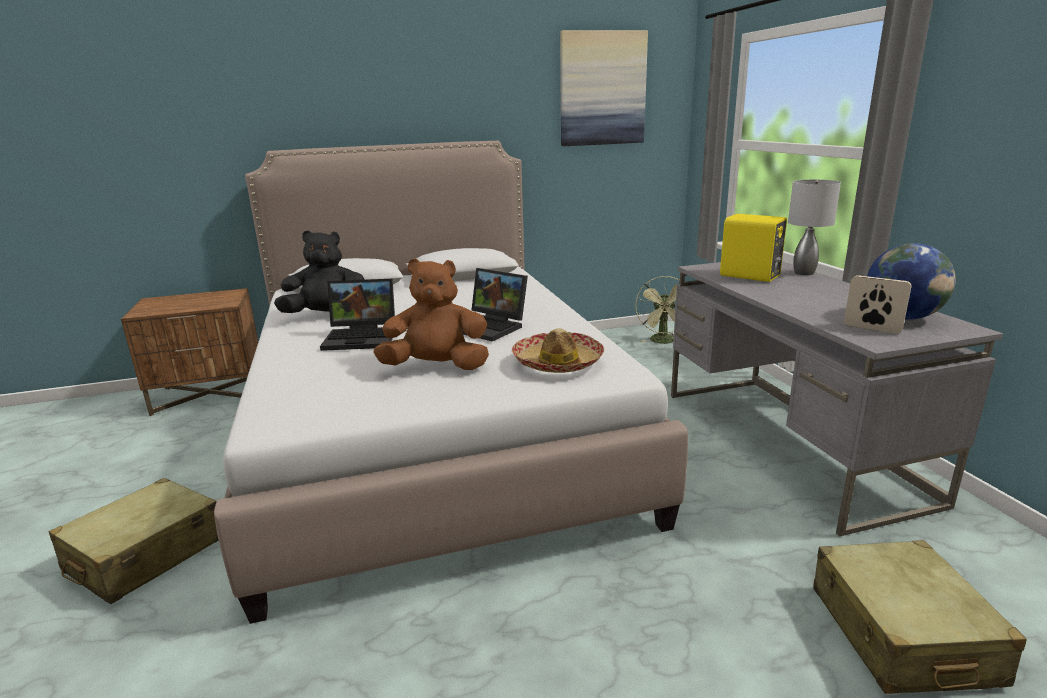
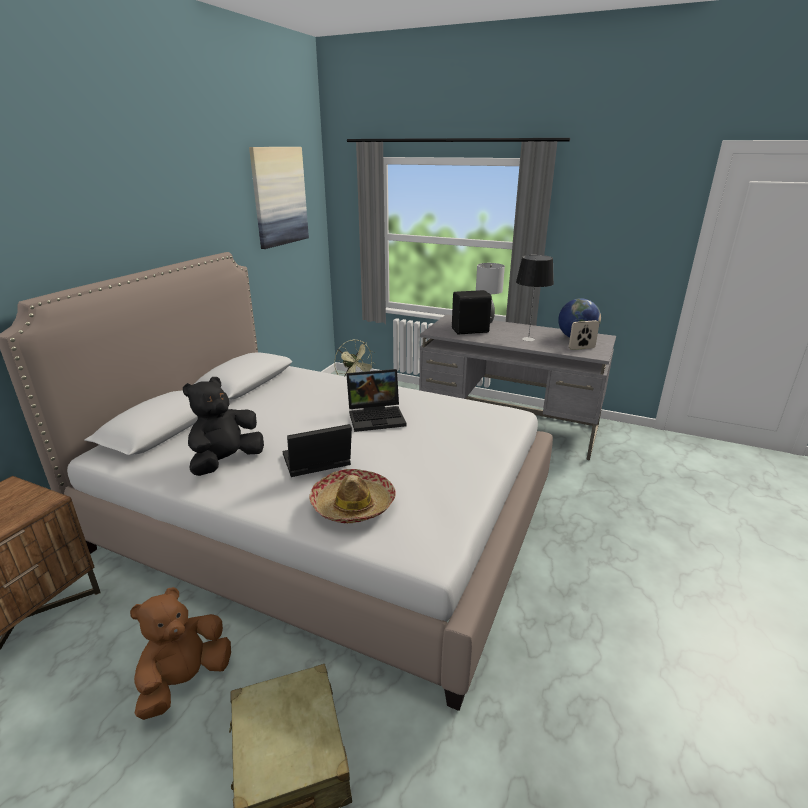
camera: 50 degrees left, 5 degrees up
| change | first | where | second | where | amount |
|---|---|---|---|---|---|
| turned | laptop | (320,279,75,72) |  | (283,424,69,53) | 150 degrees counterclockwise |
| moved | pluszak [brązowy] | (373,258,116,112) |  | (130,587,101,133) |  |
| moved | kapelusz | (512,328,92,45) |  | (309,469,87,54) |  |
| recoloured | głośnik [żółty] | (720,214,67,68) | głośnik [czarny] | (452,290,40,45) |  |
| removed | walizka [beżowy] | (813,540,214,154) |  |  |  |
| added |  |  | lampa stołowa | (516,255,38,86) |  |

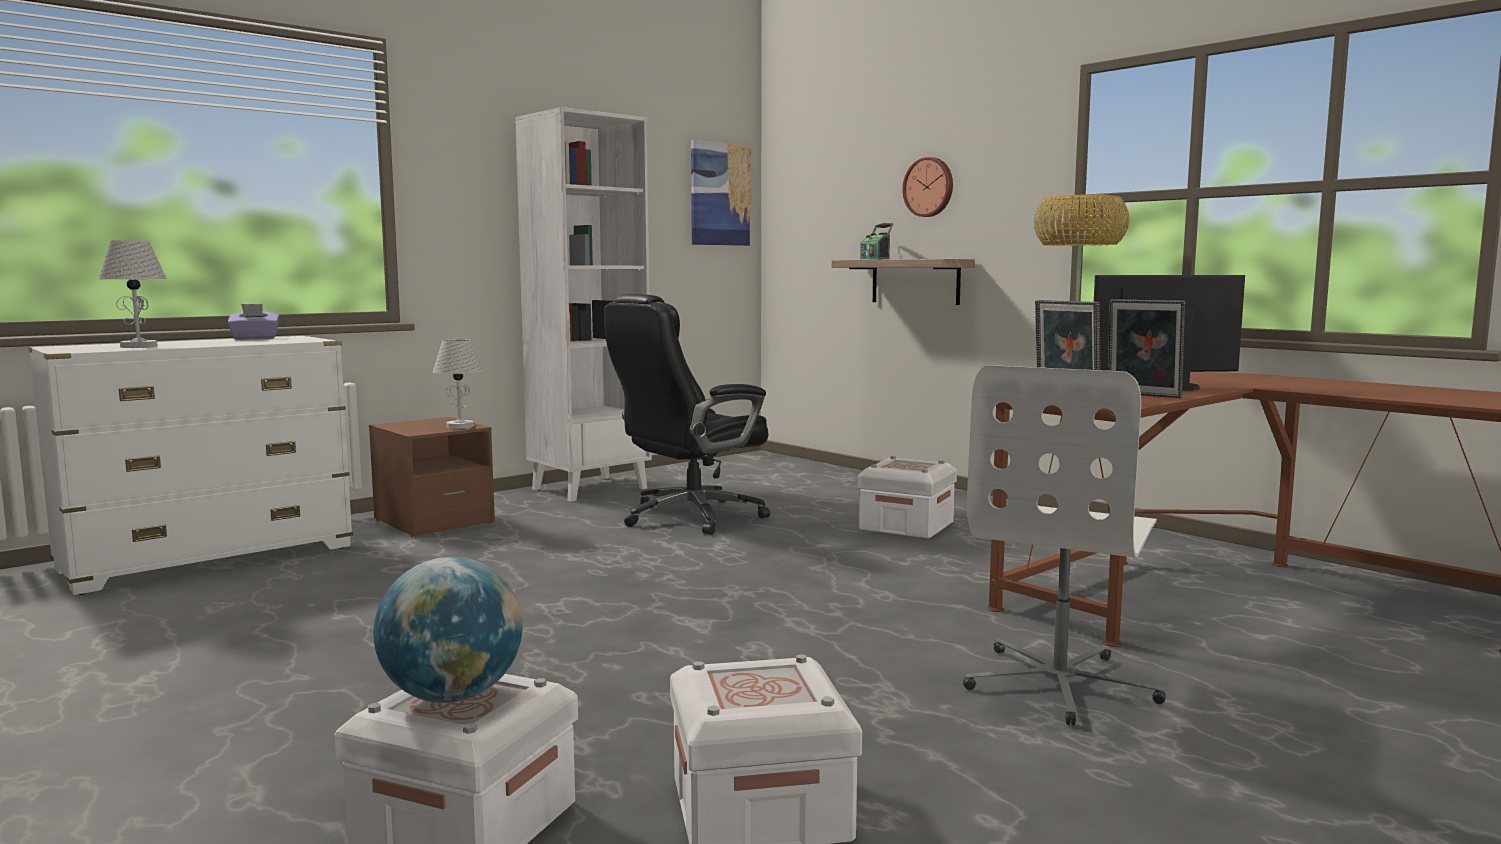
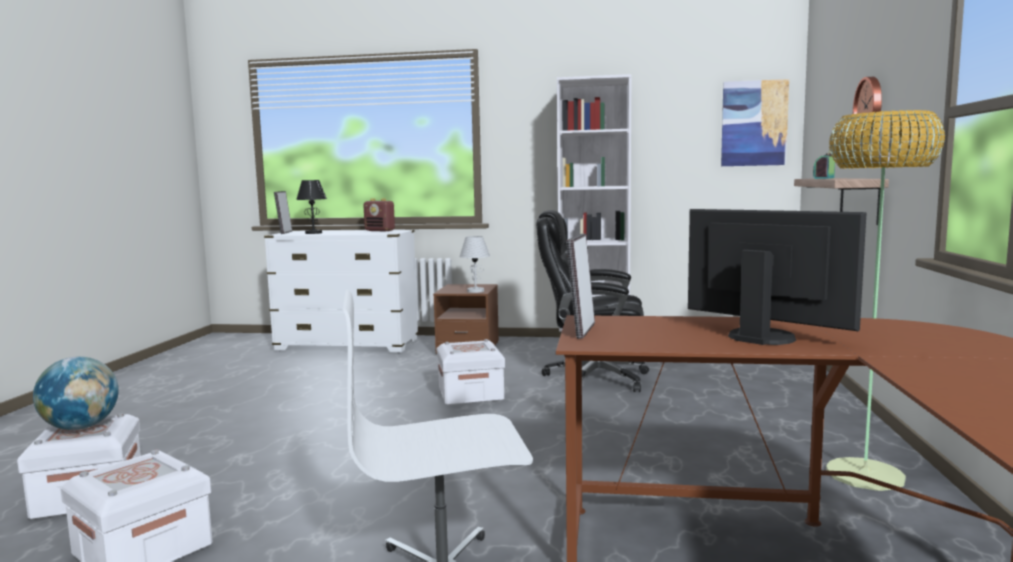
camera: 50 degrees right, 0 degrees up
| change | first | where | second | where | amount |
|---|---|---|---|---|---|
| recoloured | lampa stołowa [biały] | (98,240,69,108) | lampa stołowa [czarny] | (296,180,31,54) |  |
| replaced | pudełko chusteczek [fioletowy] | (228,304,51,36) | radio | (363,198,32,33) |  |
| moved | pojemnik do przechowywania [biały] | (857,456,100,83) |  | (437,339,68,66) |  |
| moved | ramka na zdjęcie | (1108,299,77,99) |  | (274,191,18,43) |  |

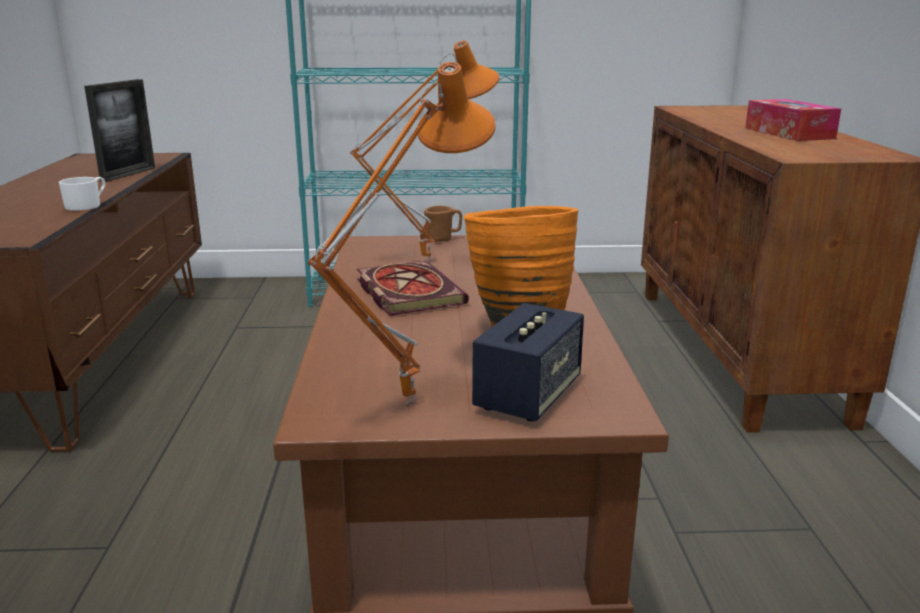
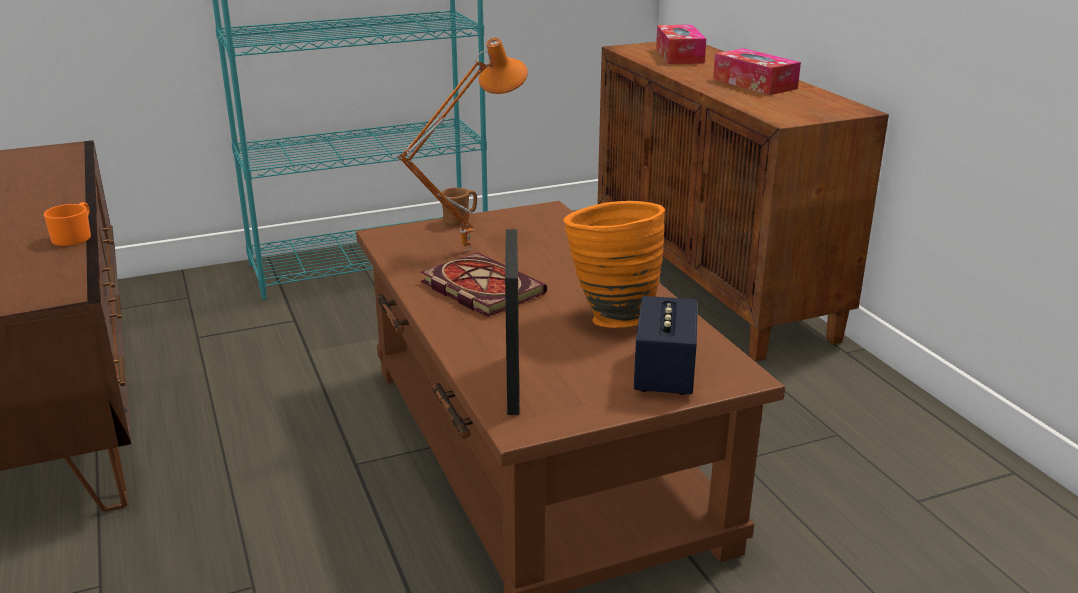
camera: 20 degrees left, 5 degrees up
| change | first | where | second | where | amount |
|---|---|---|---|---|---|
| recoloured | kubek [biały] | (59,177,46,34) | kubek [pomarańczowy] | (44,202,47,44) |  |
| moved | ramka na zdjęcie | (84,79,71,103) |  | (505,229,14,186) |  |
| removed | lampa stołowa [pomarańczowy] | (308,62,188,343) |  |  |  |
| added |  |  | pudełko chusteczek | (656,25,50,39) |  |

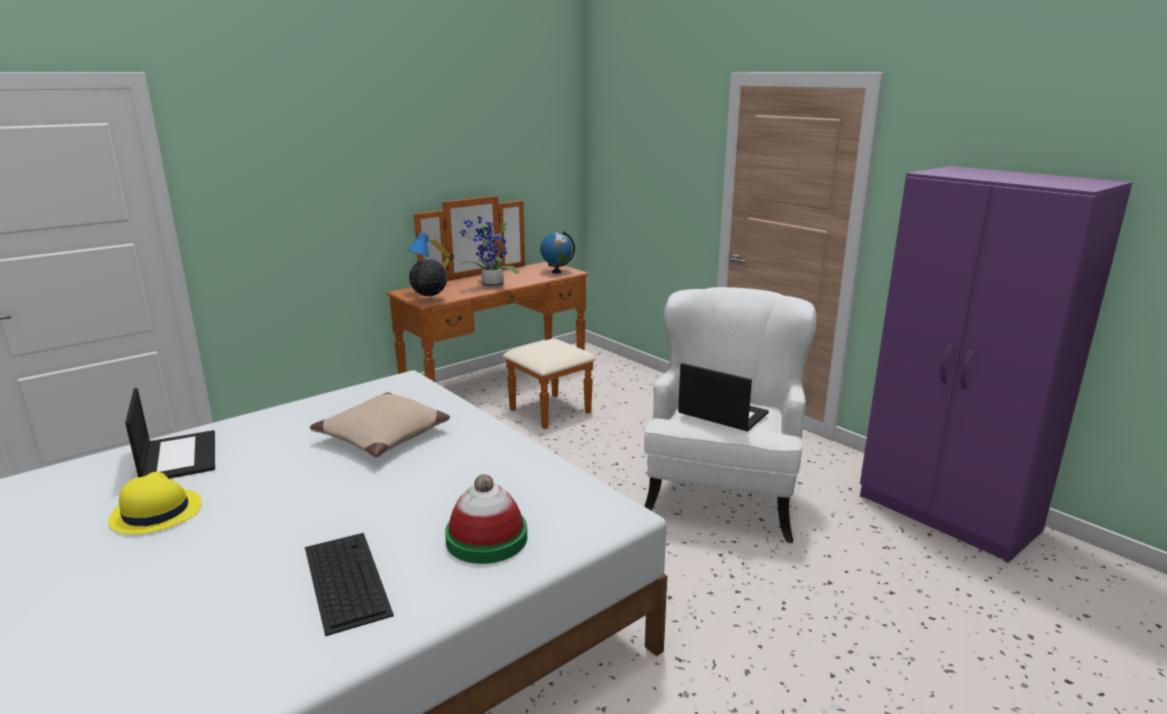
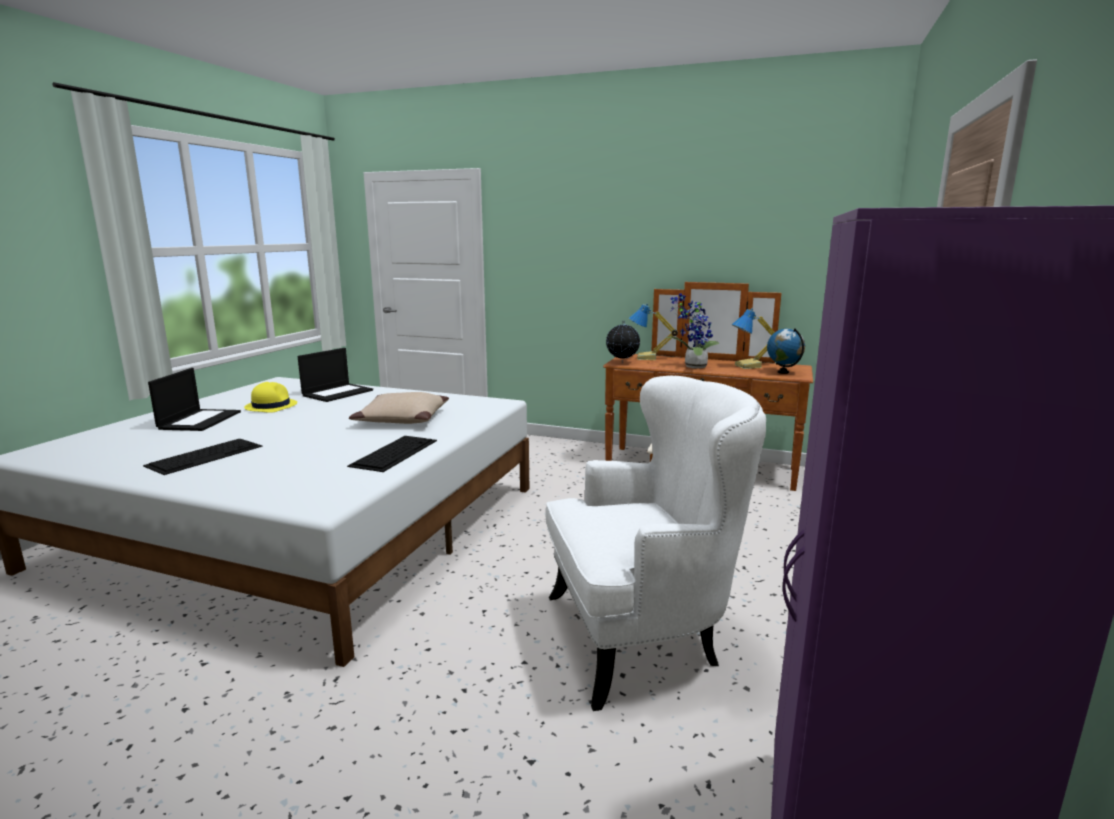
camera: 60 degrees right, 5 degrees down
| change | first | where | second | where | amount |
|---|---|---|---|---|---|
| removed | kapelusz | (445,474,82,90) |  |  |  |
| moved | laptop | (678,363,91,69) |  | (148,368,93,63) |  |
| added |  |  | klawiatura | (347,436,90,36) |  |
| added |  |  | lampa stołowa | (732,308,43,61) |  |

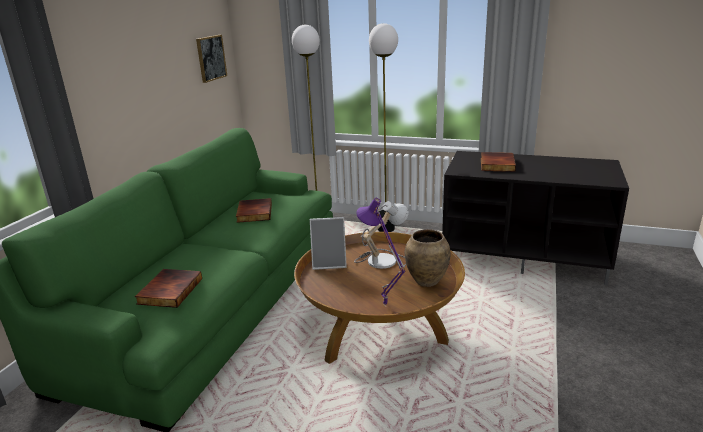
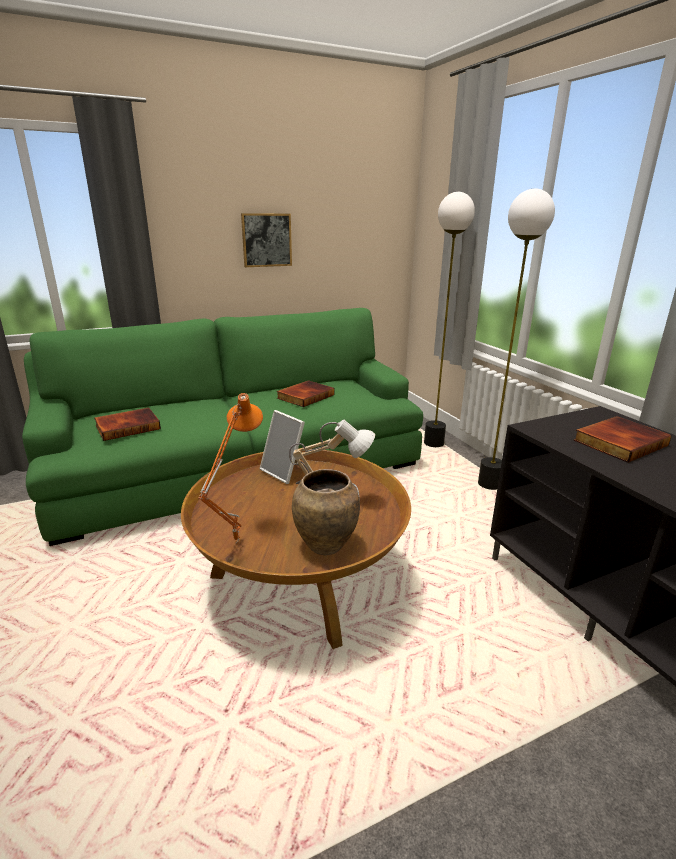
camera: 45 degrees right, 0 degrees up
| change | first | where | second | where | amount |
|---|---|---|---|---|---|
| moved | obraz | (196,35,31,48) |  | (241,213,51,54) |  |
| recoloured | lampa stołowa [fioletowy] | (356,198,50,108) | lampa stołowa [pomarańczowy] | (198,393,65,150) |  |

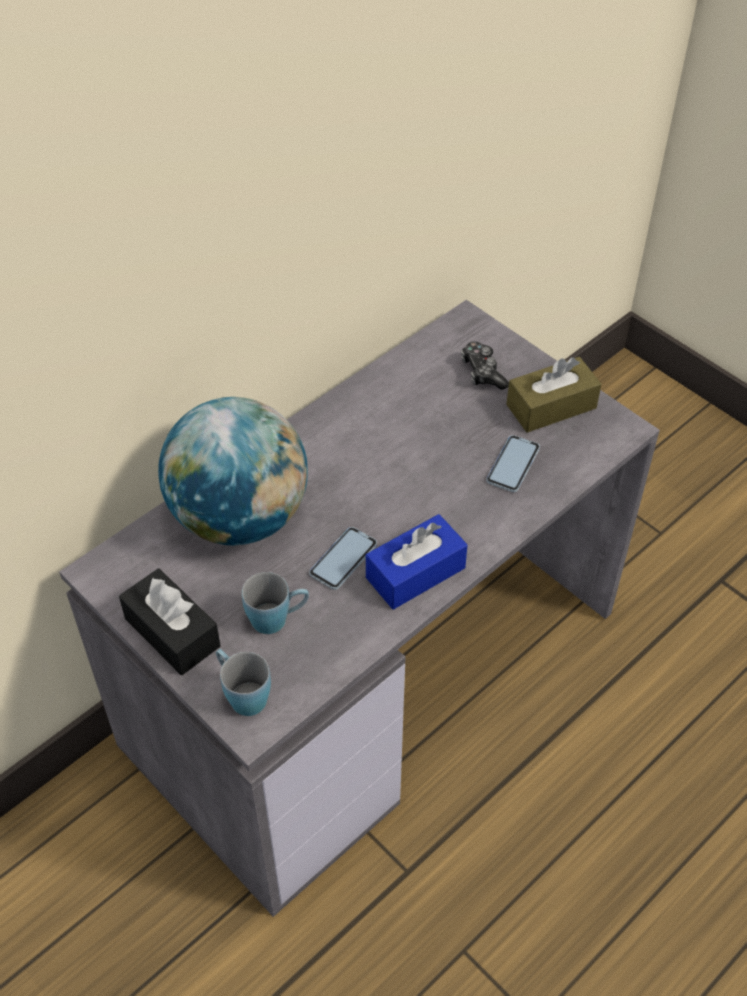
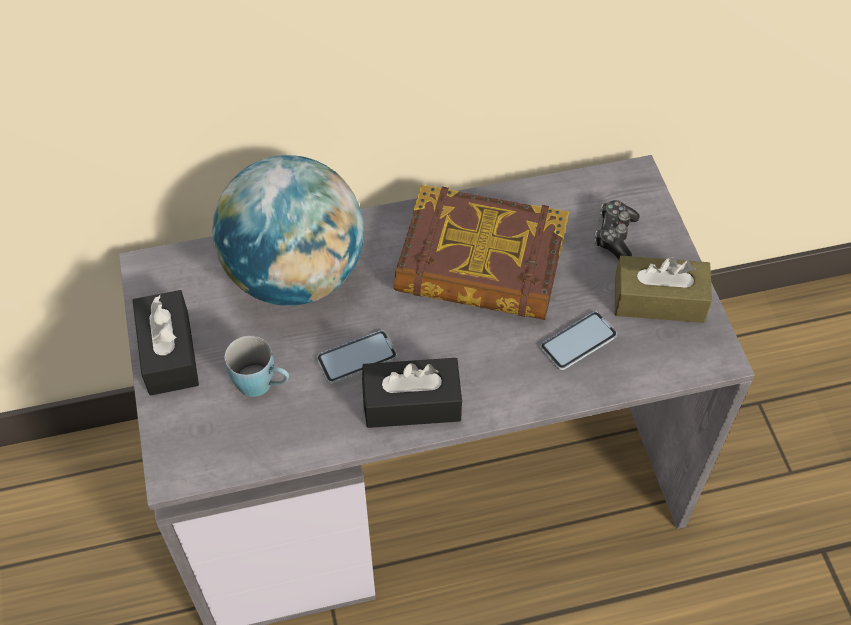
camera: 30 degrees right, 5 degrees up
| change | first | where | second | where | amount |
|---|---|---|---|---|---|
| removed | kubek [niebieski] | (216,649,55,67) |  |  |  |
| recoloured | pudełko chusteczek [niebieski] | (366,514,102,95) | pudełko chusteczek [czarny] | (362,358,100,70) |  |
| added |  |  | książka | (394,185,175,135) |  |

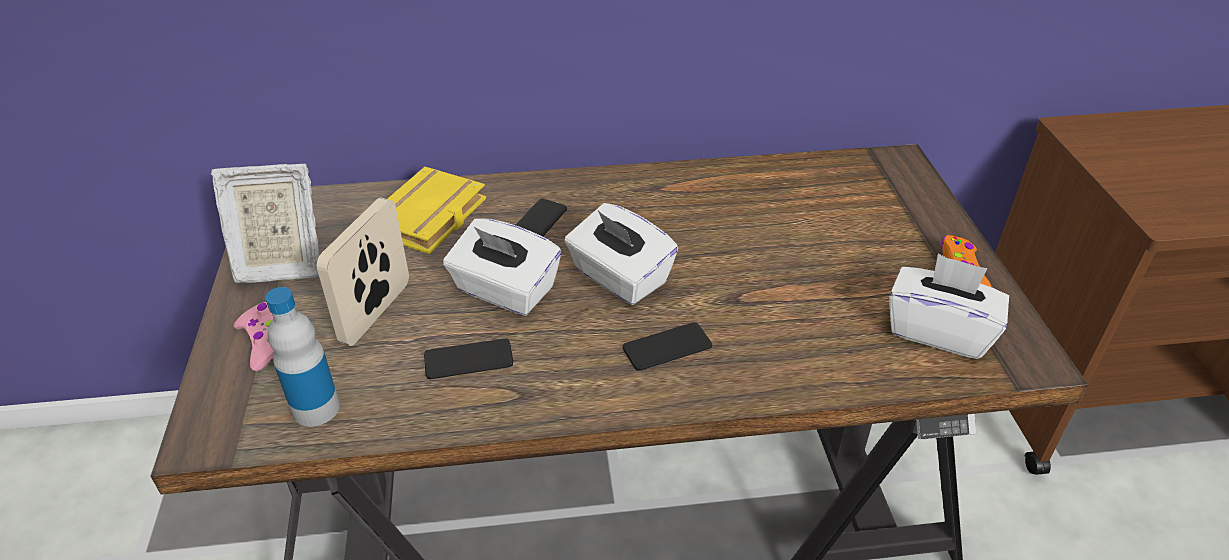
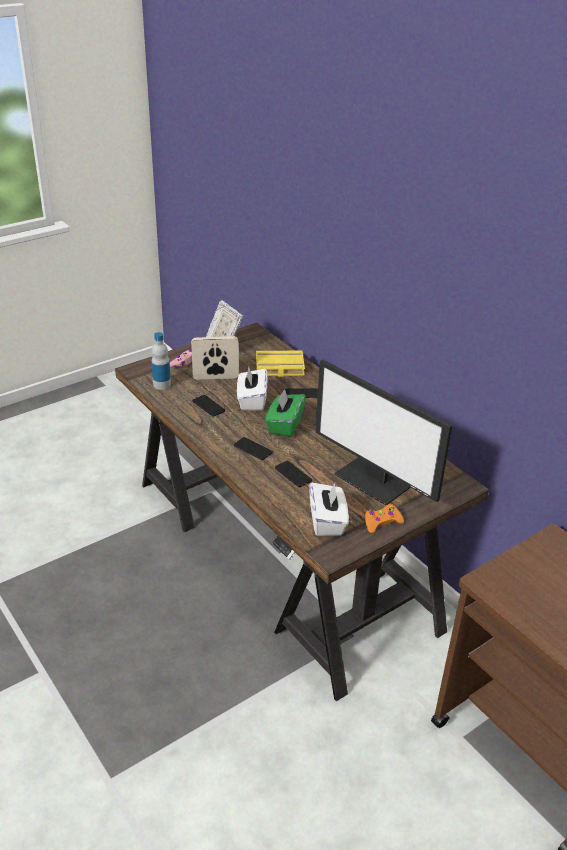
camera: 60 degrees right, 5 degrees down
| change | first | where | second | where | amount |
|---|---|---|---|---|---|
| recoloured | pudełko chusteczek [biały] | (564,203,114,102) | pudełko chusteczek [zielony] | (265,389,41,48) |  |
| added |  |  | telefon | (275,461,37,26) |  |
| added |  |  | monitor | (315,359,138,146) |  |

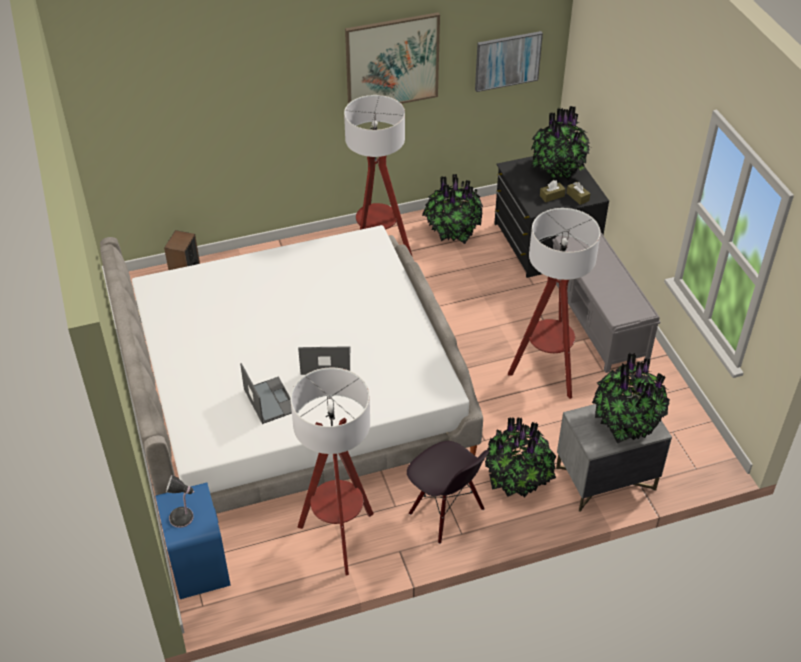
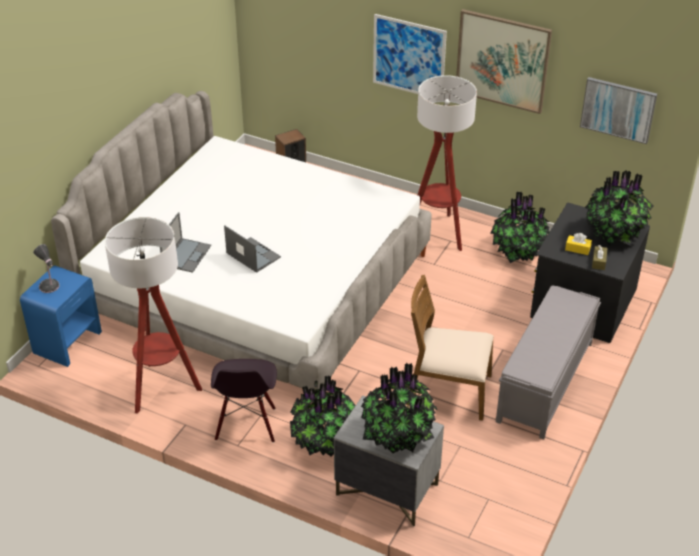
camera: 45 degrees right, 5 degrees down
| change | first | where | second | where | amount |
|---|---|---|---|---|---|
| replaced | lampa stojąca | (508,208,93,191) | krzesło [brązowy] | (406,275,88,146) |  |
| recoloured | pudełko chusteczek [brązowy] | (540,180,26,22) | pudełko chusteczek [żółty] | (565,233,27,22) |  |
| added |  |  | obraz | (373,14,74,80) |  |

